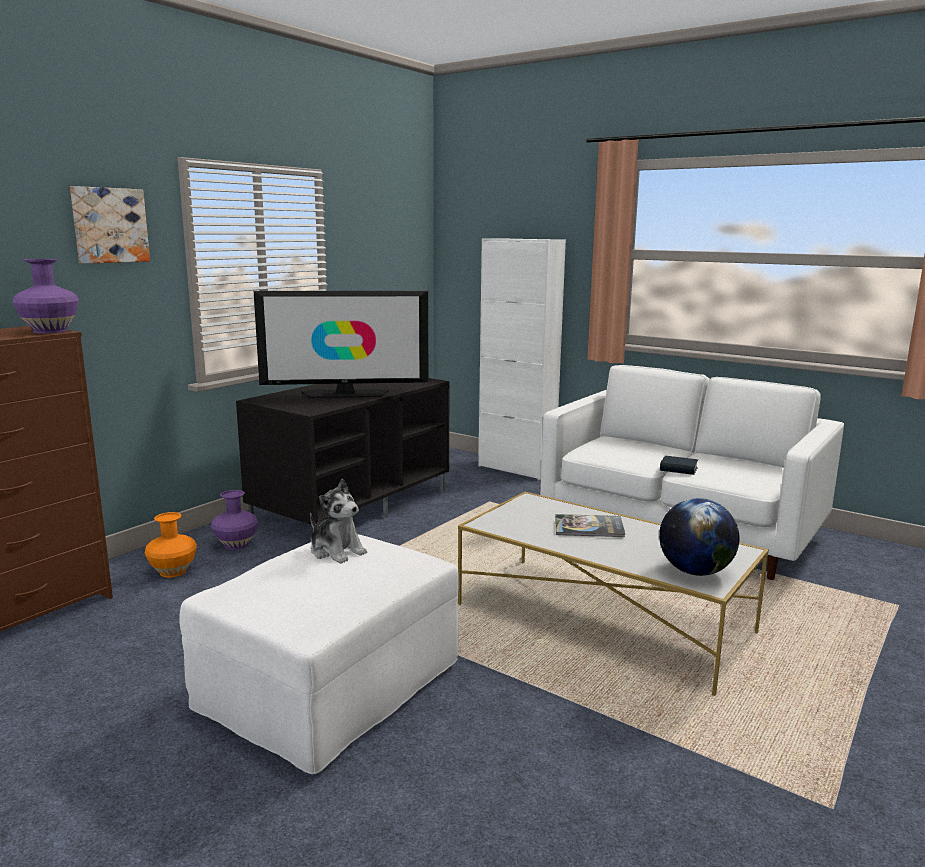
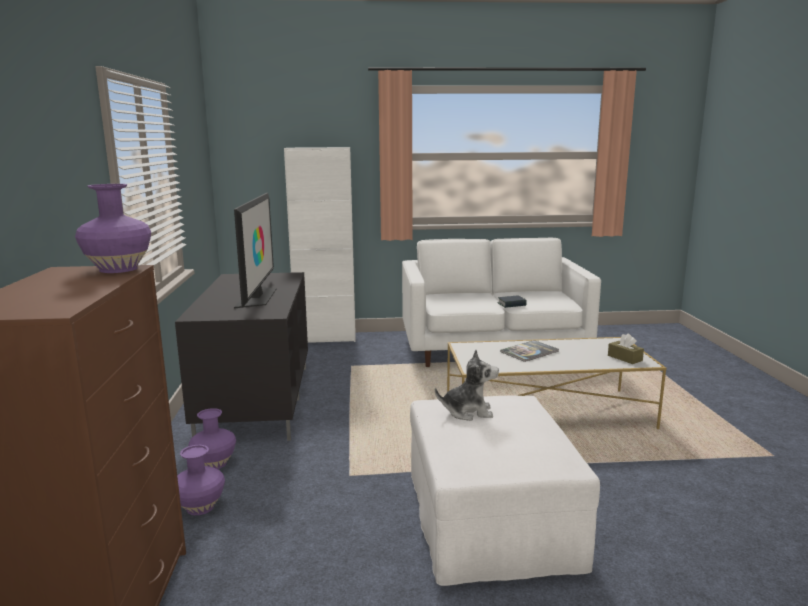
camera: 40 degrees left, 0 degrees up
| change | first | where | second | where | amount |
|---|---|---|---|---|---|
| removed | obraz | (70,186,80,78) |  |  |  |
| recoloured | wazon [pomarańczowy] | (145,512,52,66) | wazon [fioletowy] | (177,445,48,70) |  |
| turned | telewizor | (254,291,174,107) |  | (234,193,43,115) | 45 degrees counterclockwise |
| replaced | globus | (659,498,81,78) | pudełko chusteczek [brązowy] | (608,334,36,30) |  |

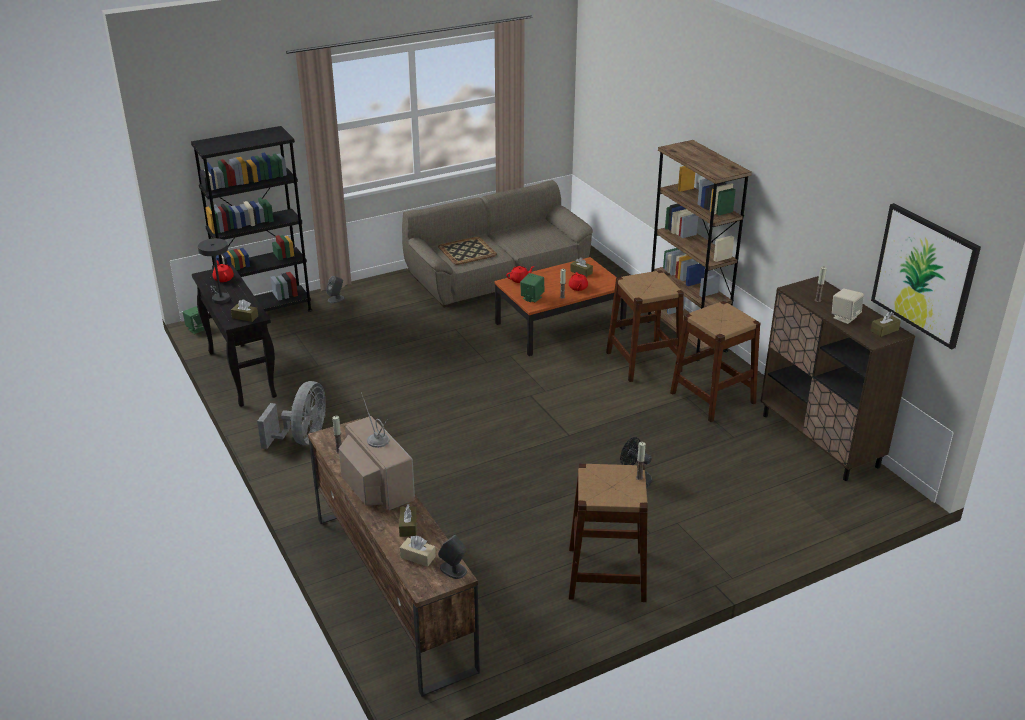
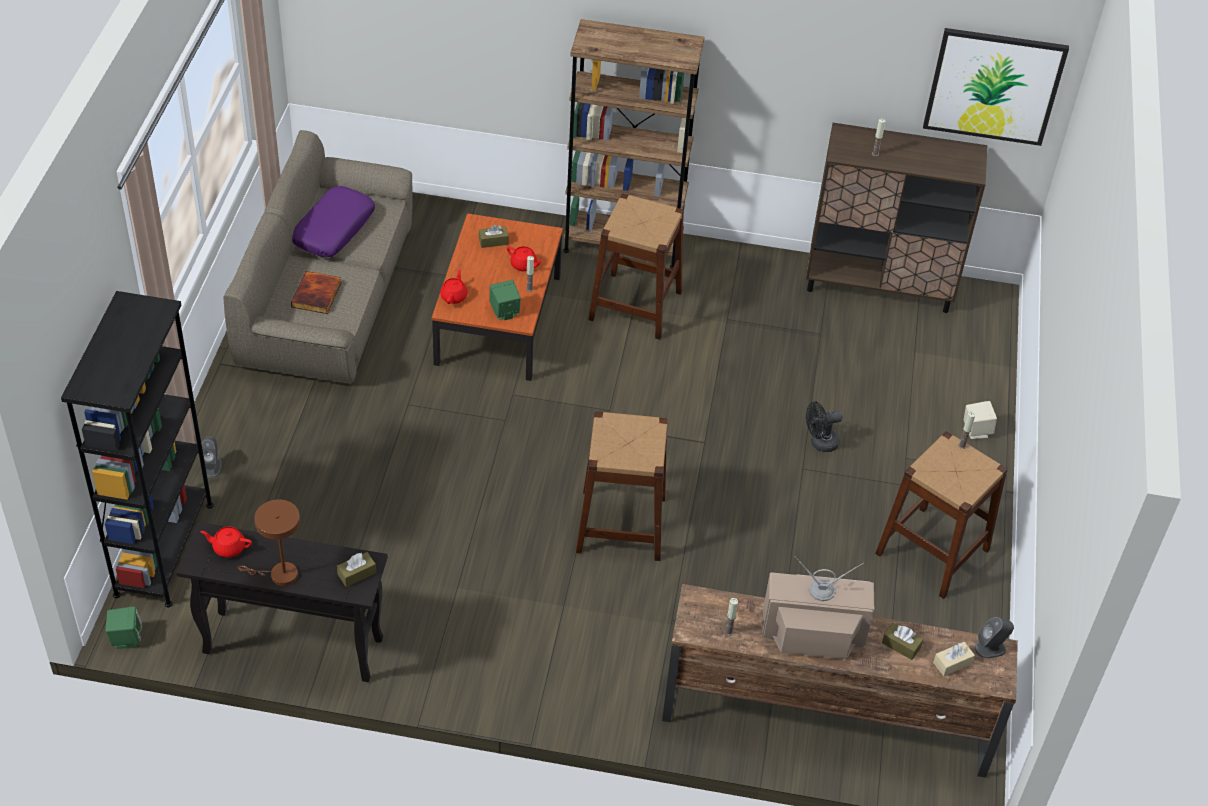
camera: 55 degrees left, 15 degrees up
| change | first | where | second | where | amount |
|---|---|---|---|---|---|
| recoloured | lampa stołowa [szary] | (198,238,32,66) | lampa stołowa [brązowy] | (238,499,62,87) |  |
| removed | wentylator [szary] | (257,381,69,68) |  |  |  |
| replaced | taca | (438,237,59,28) | książka | (291,271,50,43) |  |
| moved | stołek [brązowy] | (670,301,91,121) |  | (576,412,92,149) |  |
| moved | głośnik [beżowy] | (832,289,32,35) |  | (964,401,33,38) |  |
| removed | pudełko chusteczek [brązowy] | (870,312,31,25) |  |  |  |
| added |  |  | poduszka [fioletowy] | (292,186,83,72) |  |

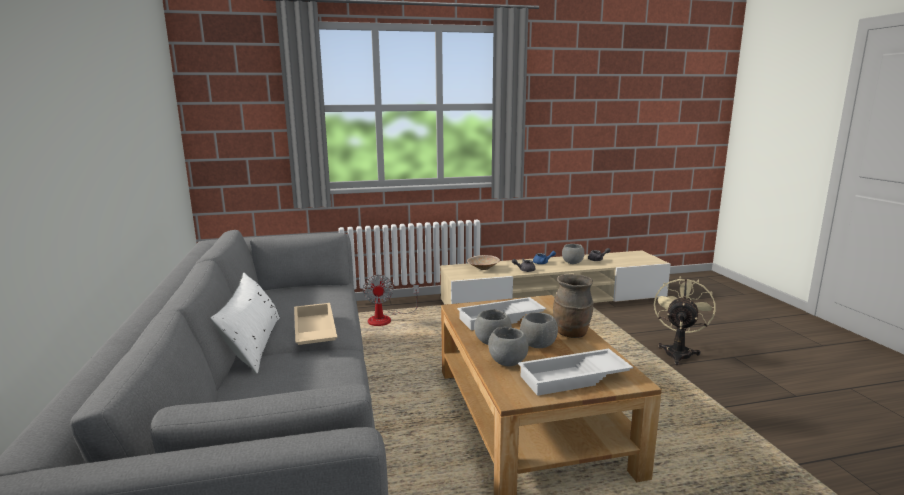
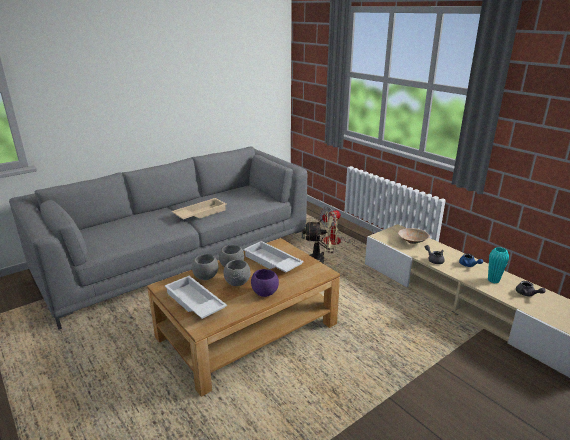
camera: 65 degrees right, 10 degrees up
| change | first | where | second | where | amount |
|---|---|---|---|---|---|
| removed | poduszka [biały] | (210,273,70,101) |  |  |  |
| replaced | wazon [brązowy] | (553,274,41,64) | miska [fioletowy] | (251,269,28,28) |  |
| replaced | miska [szary] | (562,244,23,20) | wazon [turkusowy] | (488,247,21,36) |  |
| moved | wentylator [beżowy] | (654,276,62,89) |  | (302,211,36,53) |  |

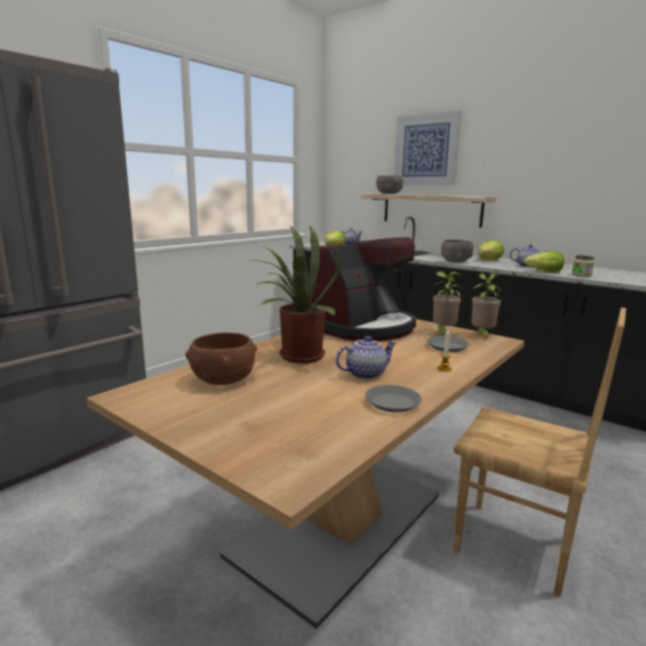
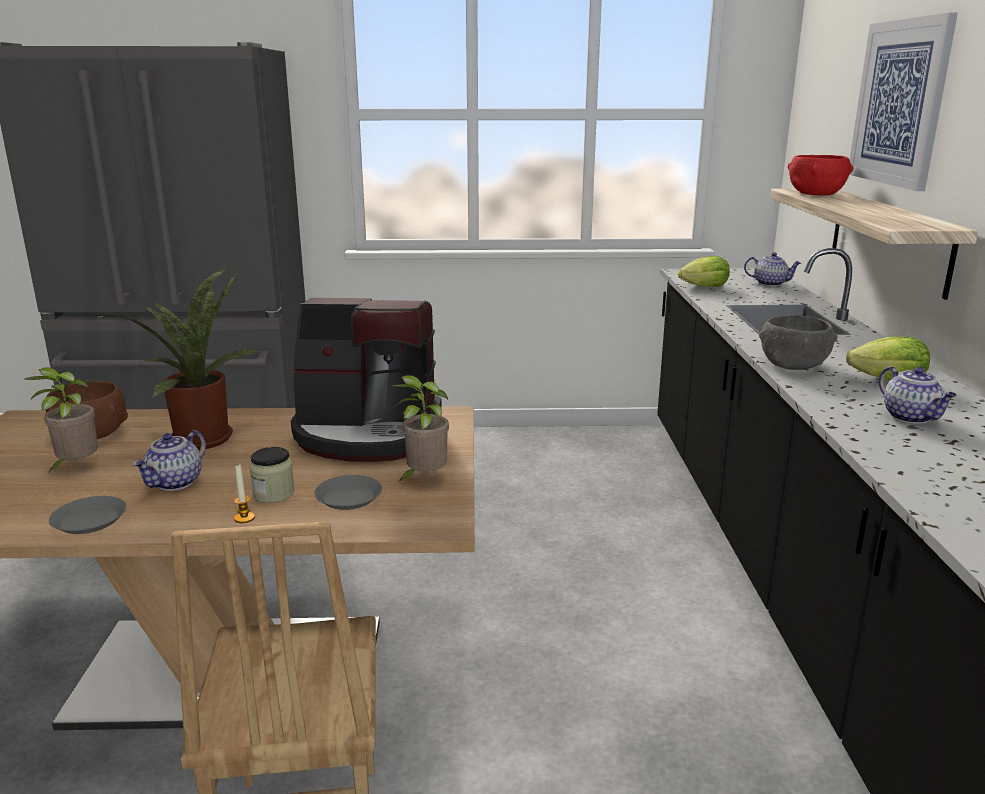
camera: 50 degrees right, 5 degrees up
| change | first | where | second | where | amount |
|---|---|---|---|---|---|
| turned | imbryk | (336,336,61,43) |  | (132,430,74,61) | 90 degrees clockwise |
| recoloured | miska [szary] | (376,175,27,19) | miska [czerwony] | (788,155,66,40) |  |
| moved | roślina doniczkowa | (471,273,31,66) |  | (23,368,75,103) |  |
| removed | sałata | (523,251,41,21) |  |  |  |
| moved | słoik | (572,255,22,22) |  | (249,447,46,56) |  |

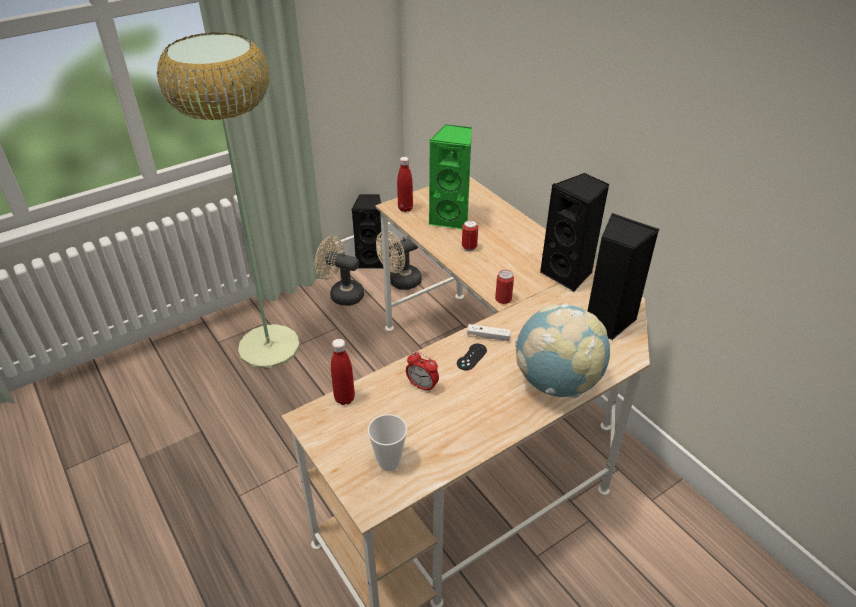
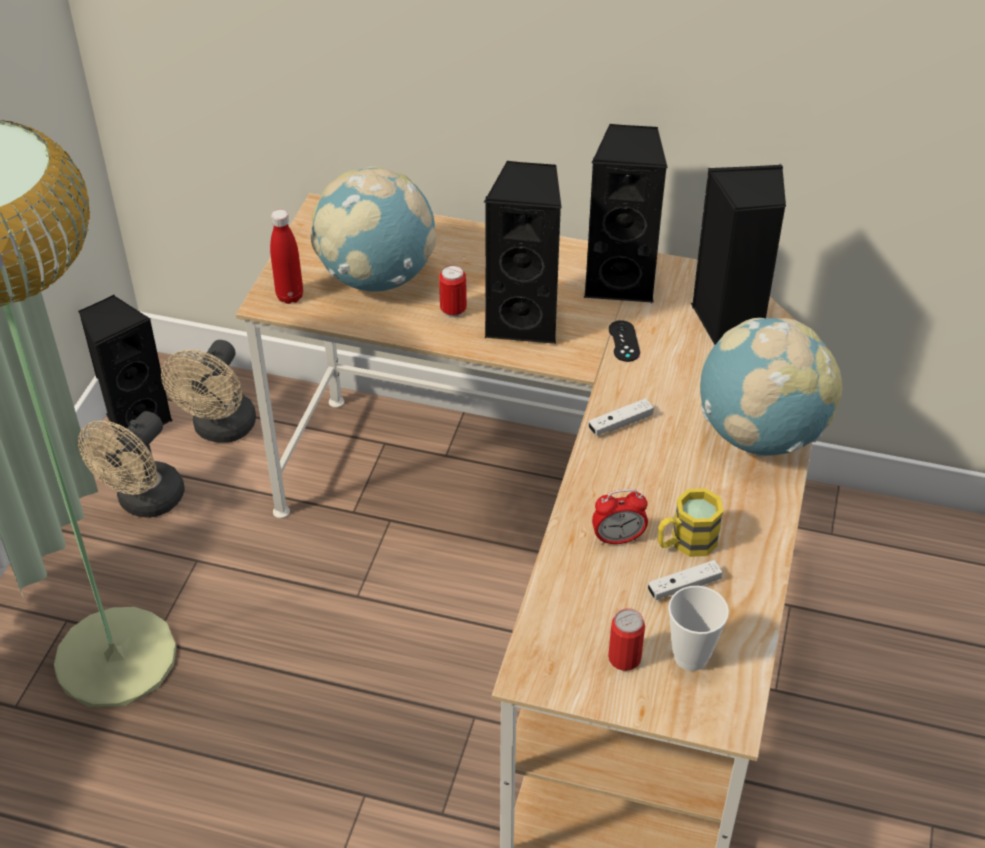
camera: 40 degrees left, 5 degrees up
| change | first | where | second | where | amount |
|---|---|---|---|---|---|
| turned | wentylator [beżowy] | (315,236,49,70) |  | (78,411,106,107) | 45 degrees counterclockwise |
| removed | butelka [czerwony] | (331,339,24,66) |  |  |  |
| replaced | głośnik [zielony] | (429,124,43,105) | globus | (311,166,125,126) |  |
| moved | pad do gier [czarny] | (457,344,30,26) |  | (609,320,31,42) |  |
| moved | puszka | (495,269,19,35) |  | (608,608,37,63) |  |
| added |  |  | głośnik [czarny] | (484,161,78,184) |  |
| added |  |  | pad do gier [biały] | (648,560,74,40) |  |
| added |  |  | kubek [żółty] | (658,488,66,69) |  |

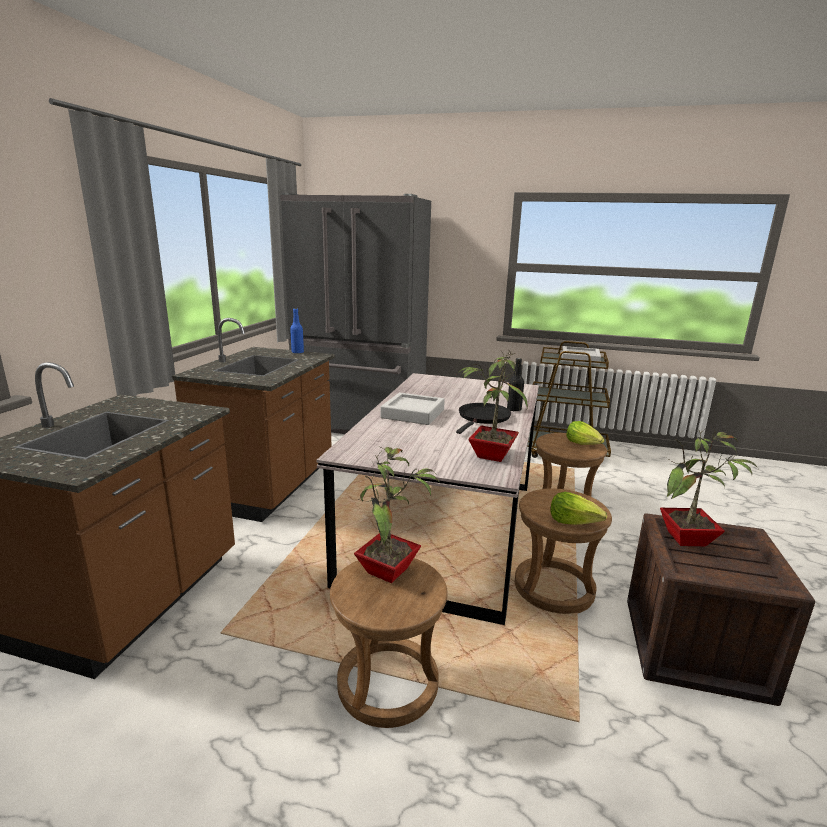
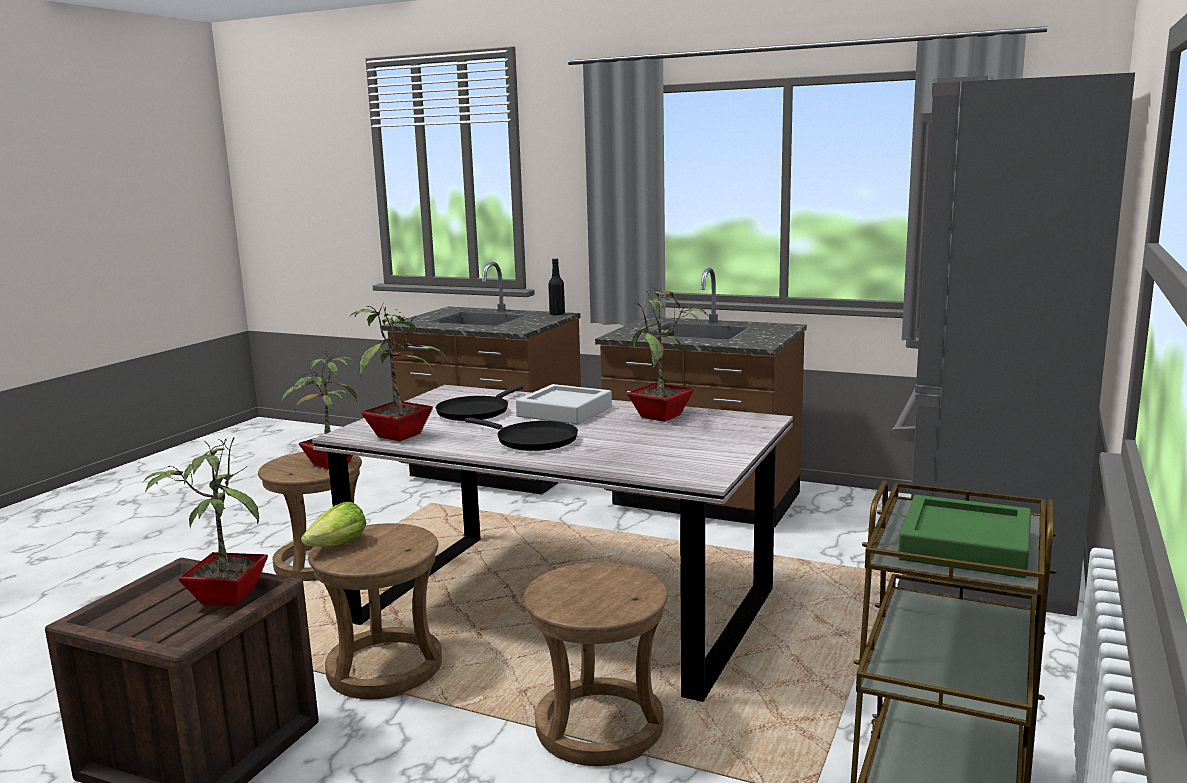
camera: 100 degrees right, 5 degrees down
| change | first | where | second | where | amount |
|---|---|---|---|---|---|
| removed | butelka [niebieski] | (290,308,14,45) |  |  |  |
| moved | butelka [czarny] | (507,358,17,53) |  | (548,258,17,58) |  |
| recoloured | taca [szary] | (561,346,40,19) | taca [zielony] | (898,495,133,83) |  |
| removed | sałata | (566,421,39,24) |  |  |  |
| added |  |  | patelnia [czarny] | (436,385,87,36) |  |
| added |  |  | roślina doniczkowa | (627,287,80,135) |  |

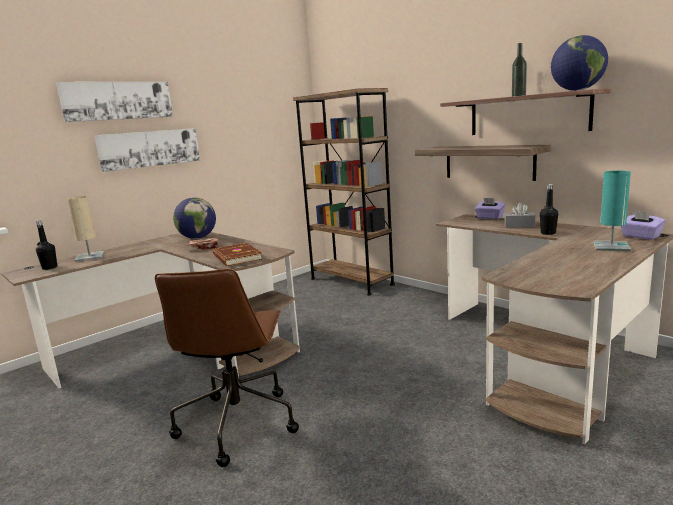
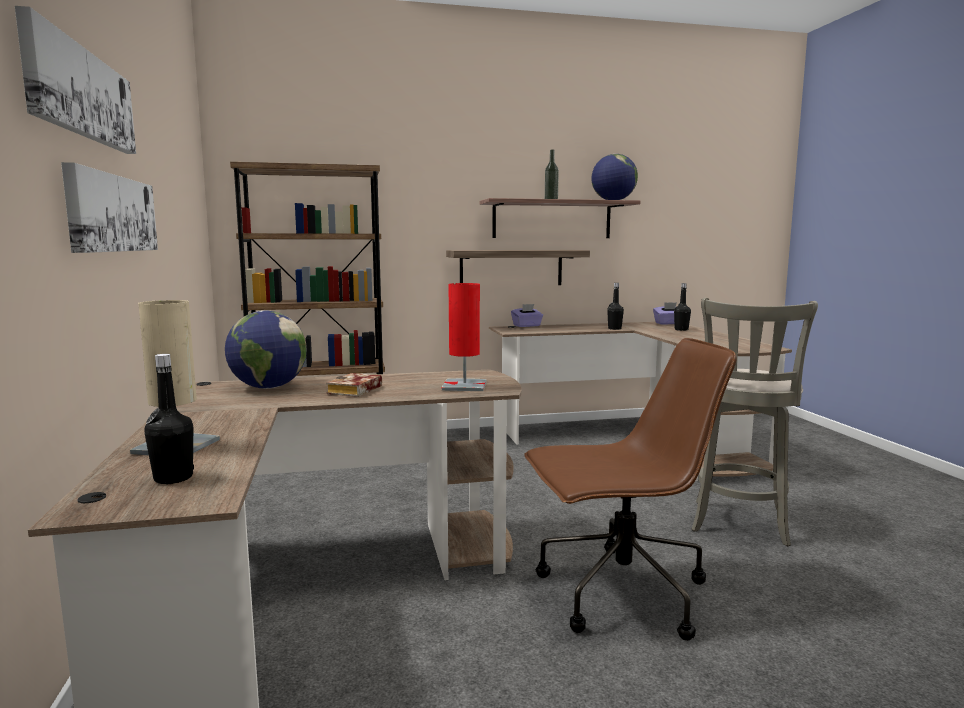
camera: 60 degrees left, 5 degrees down
| change | first | where | second | where | amount |
|---|---|---|---|---|---|
| turned | krzesło biurowe [brązowy] | (155,269,144,198) |  | (524,338,213,303) | 45 degrees counterclockwise |
| replaced | książka [brązowy] | (213,243,49,23) | lampa stołowa [czerwony] | (442,283,45,108) |  |
| removed | pudełko chusteczek [szary] | (504,203,32,25) |  |  |  |
| replaced | lampa stołowa [turkusowy] | (594,171,37,81) | butelka [czarny] | (674,283,17,48) |  |
| added |  |  | stołek [szary] | (691,298,127,248) |  |

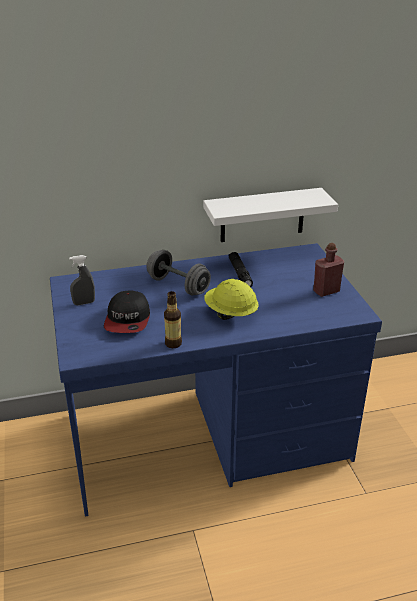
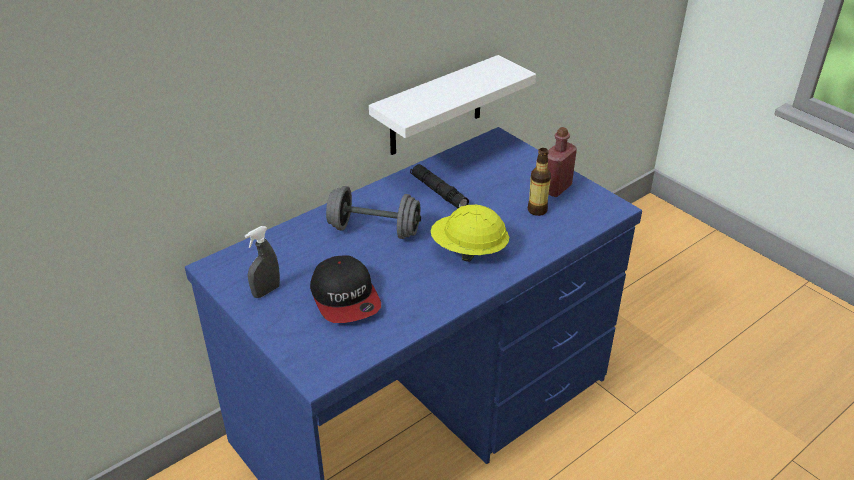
camera: 25 degrees left, 5 degrees up
| change | first | where | second | where | amount |
|---|---|---|---|---|---|
| moved | butelka | (164,291,18,57) |  | (527,148,24,68) |  |

